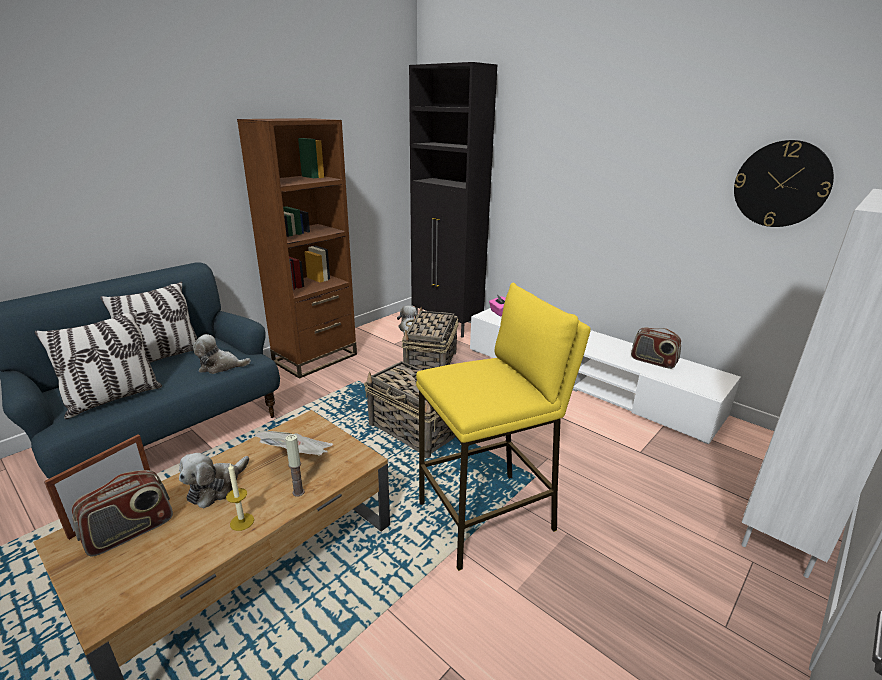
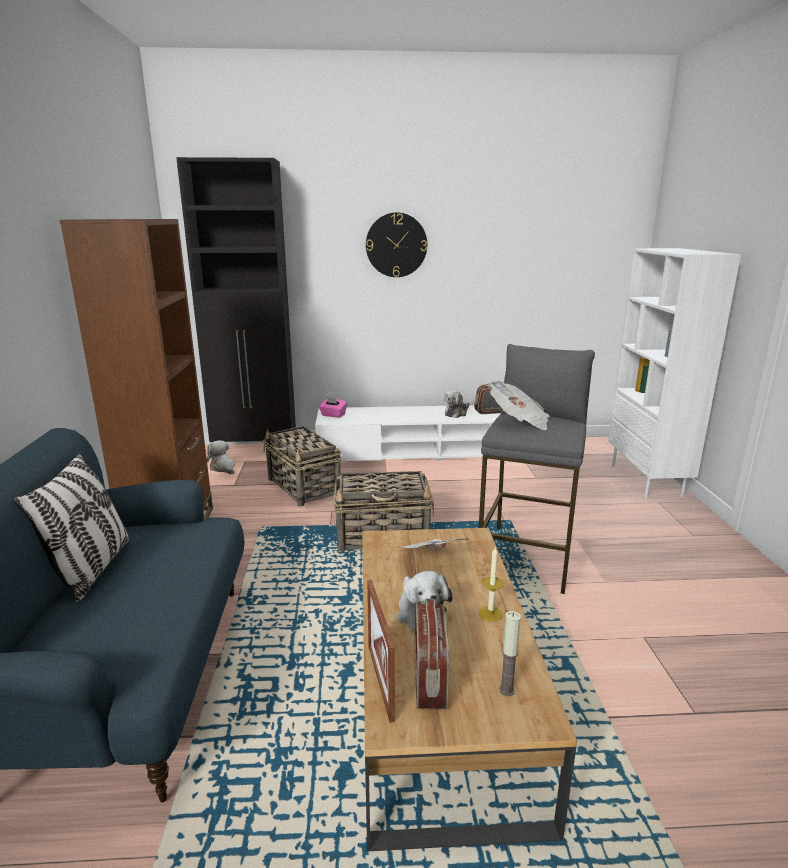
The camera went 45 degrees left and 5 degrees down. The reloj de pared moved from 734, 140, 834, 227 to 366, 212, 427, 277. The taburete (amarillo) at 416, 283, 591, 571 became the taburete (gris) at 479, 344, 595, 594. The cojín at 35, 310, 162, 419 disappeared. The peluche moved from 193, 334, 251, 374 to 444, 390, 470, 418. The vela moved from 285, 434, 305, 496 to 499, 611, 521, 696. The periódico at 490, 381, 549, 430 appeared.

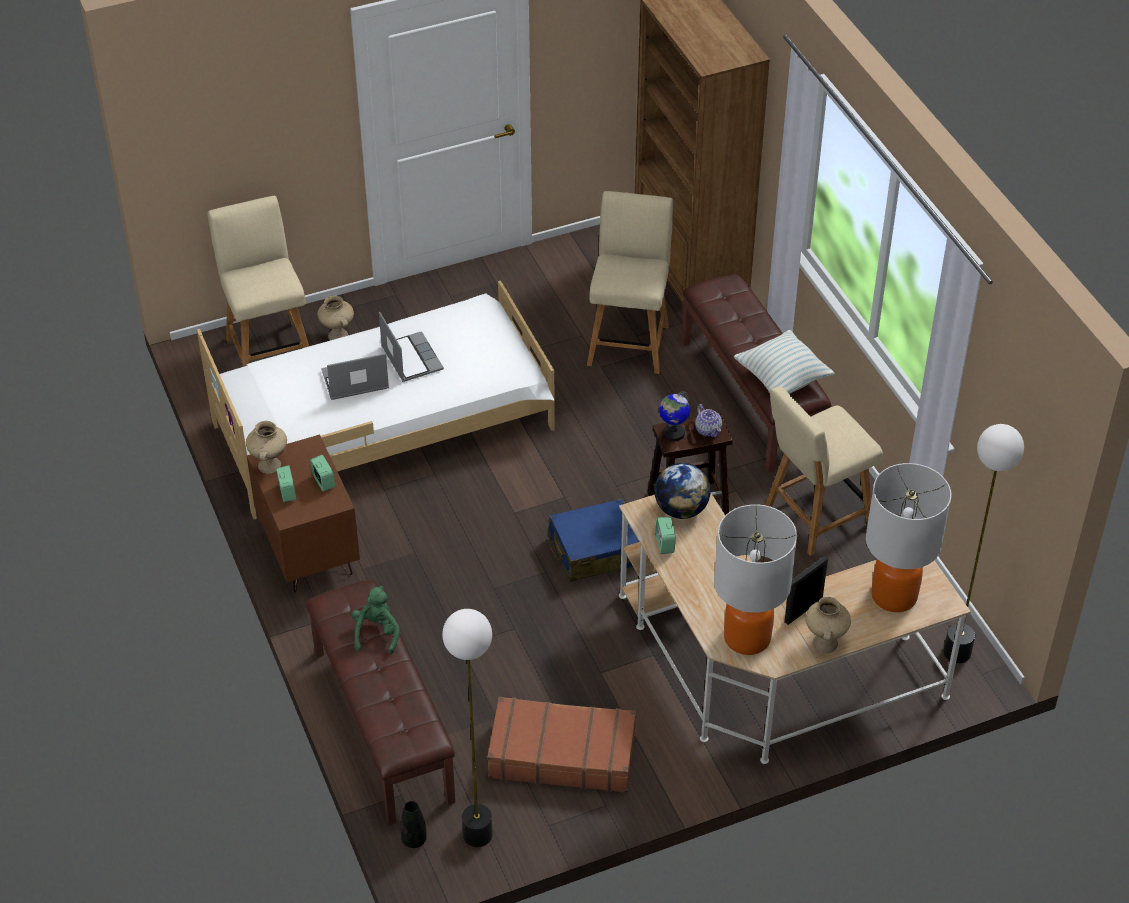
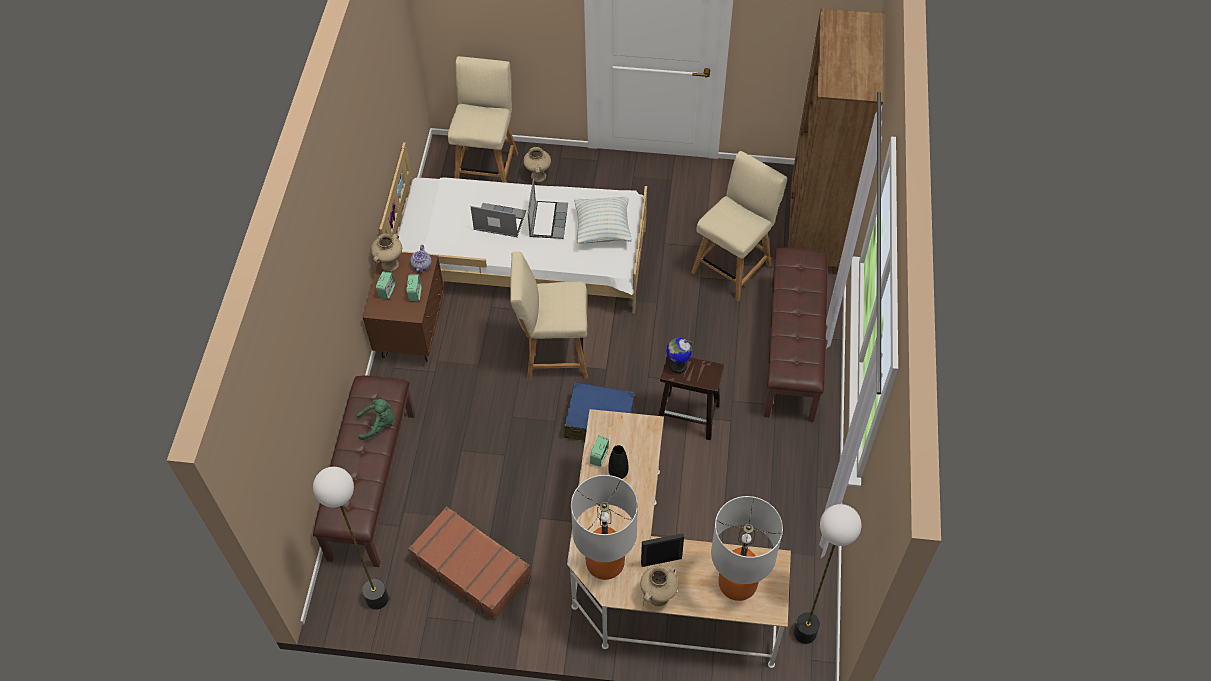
The camera went 30 degrees right and 10 degrees up. The cojín moved from 734, 330, 834, 394 to 574, 196, 632, 244. The silla (beis) moved from 765, 386, 883, 556 to 510, 252, 588, 380. The tetera moved from 695, 404, 722, 437 to 410, 245, 431, 273. The globo terráqueo at 654, 463, 711, 519 disappeared. The peluche (verde) at 352, 586, 400, 655 turned 45 degrees clockwise. The florero (negro) moved from 401, 801, 427, 848 to 608, 445, 628, 479.

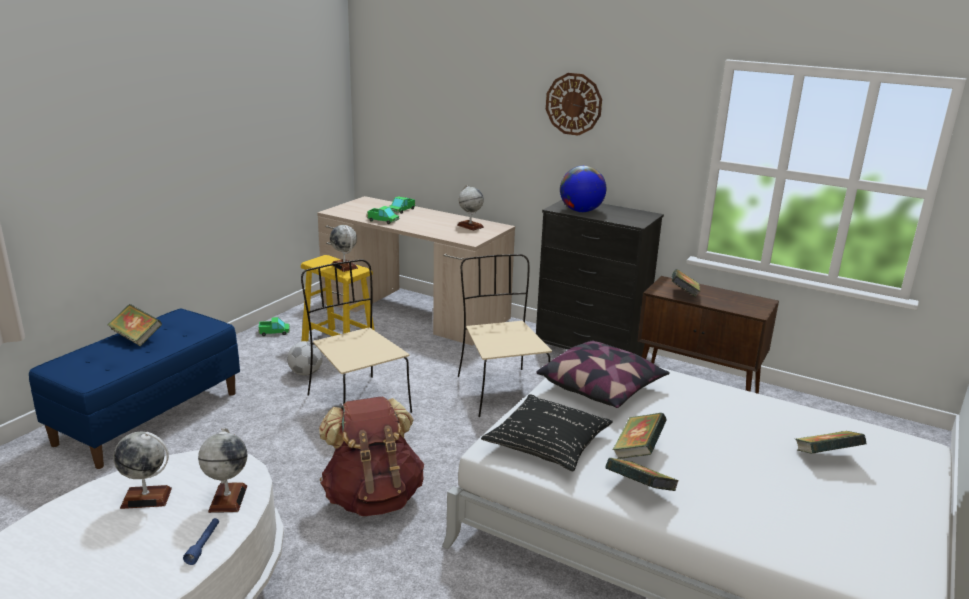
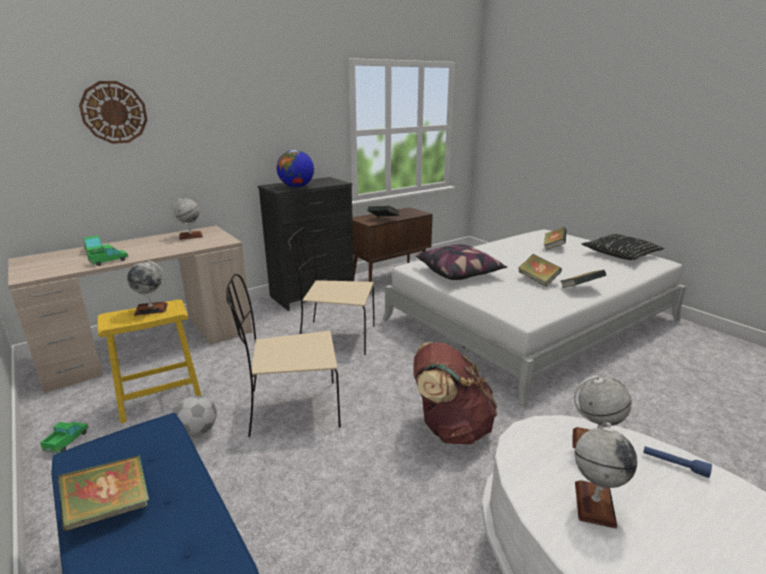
The camera went 65 degrees left and 0 degrees up. The reloj de pared moved from 546, 73, 602, 136 to 79, 81, 148, 144. The cojín (negro) moved from 481, 394, 613, 471 to 581, 234, 664, 260.

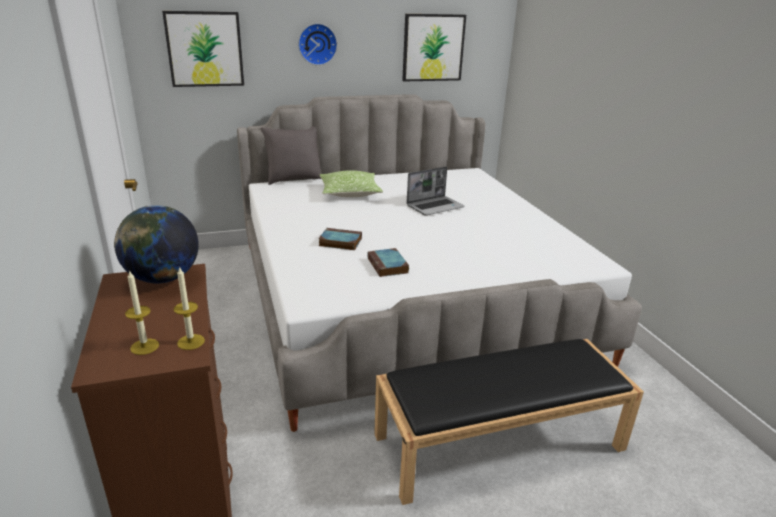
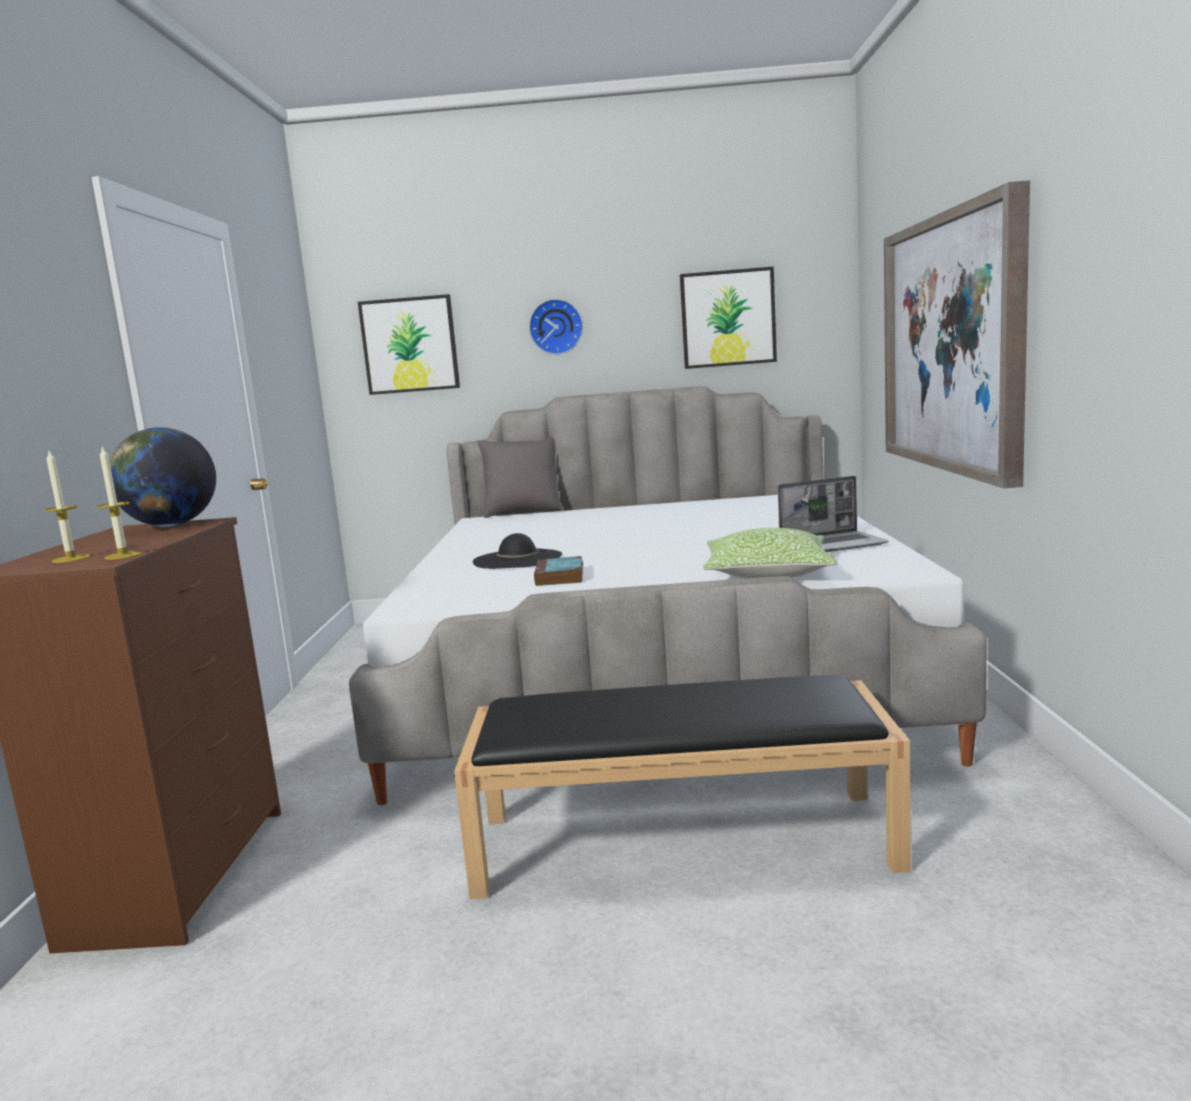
The camera went 20 degrees right and 15 degrees down. The portátil moved from 406, 166, 465, 215 to 778, 476, 888, 552. The cojín moved from 320, 170, 383, 197 to 703, 528, 838, 578. The libro at 318, 228, 362, 250 was replaced by the sombrero (negro) at 473, 533, 562, 569. The cuadro at 884, 180, 1030, 488 appeared.

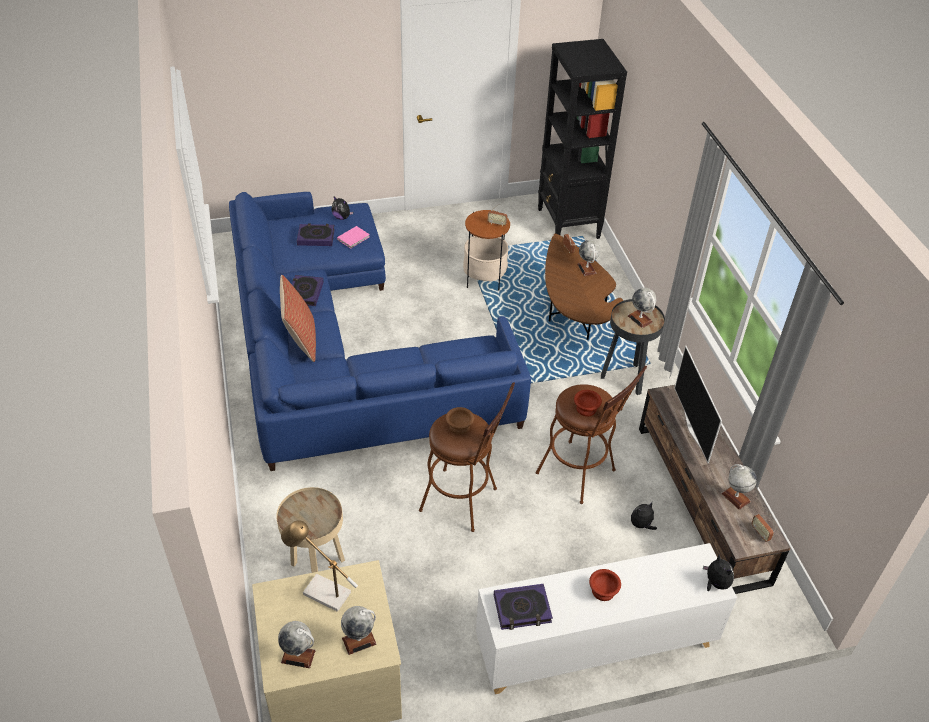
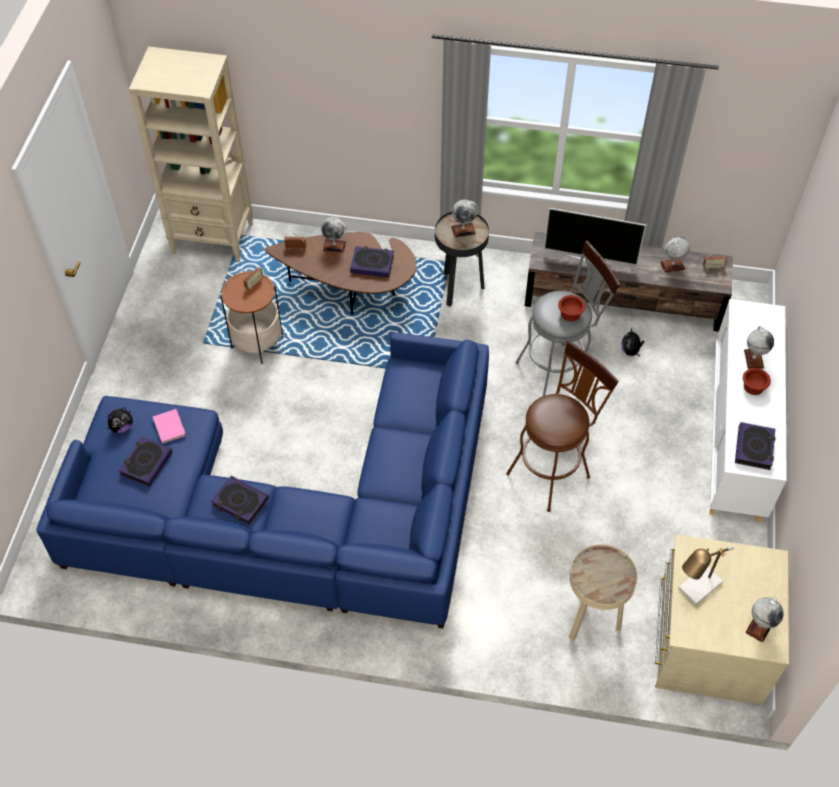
The camera went 65 degrees left and 10 degrees up. The estantería (negro) at 538, 39, 627, 239 became the estantería (beis) at 129, 47, 253, 262. The cojín at 280, 275, 316, 362 disappeared. The taburete (marrón) at 536, 366, 647, 504 became the taburete (gris) at 515, 241, 620, 397. The cuenco (marrón) at 446, 407, 474, 435 disappeared. The peluche at 703, 554, 734, 591 disappeared. The globo terráqueo moved from 341, 606, 376, 655 to 744, 326, 774, 369. The libro at 350, 246, 394, 278 appeared.

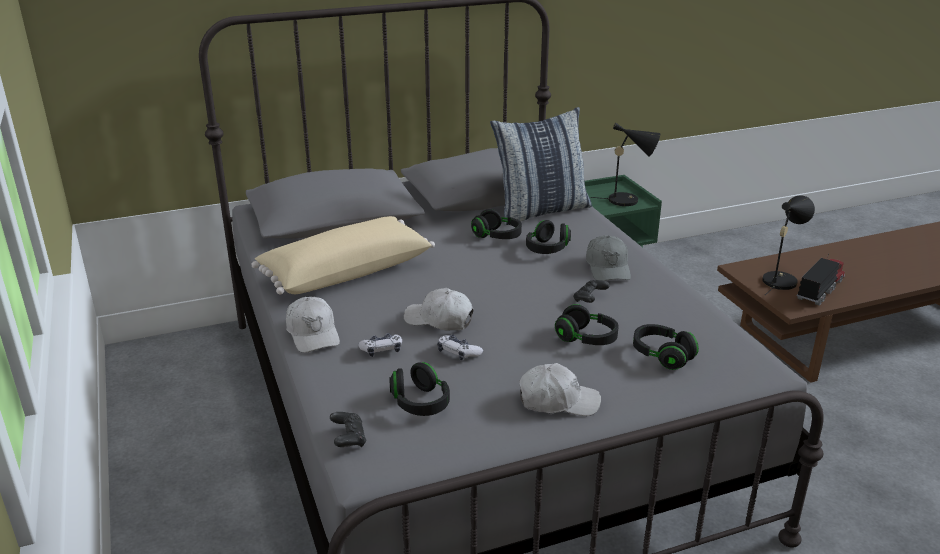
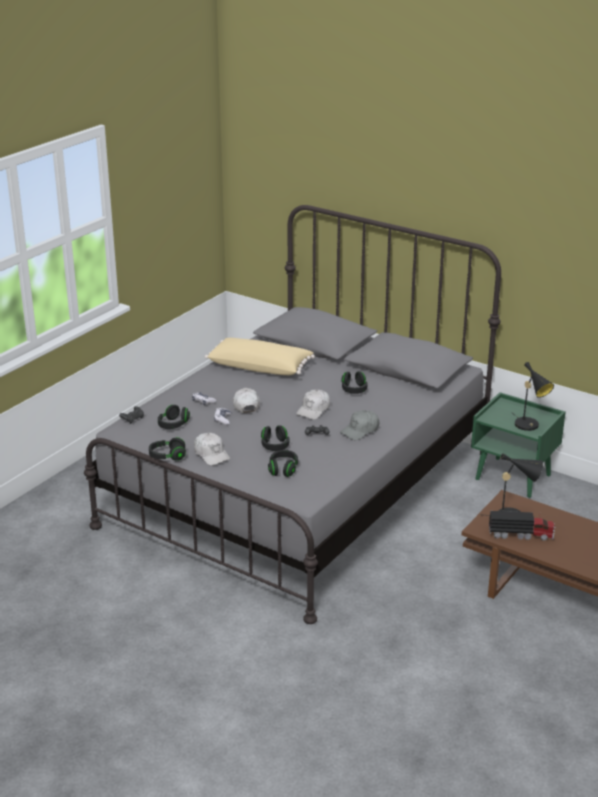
The camera went 55 degrees right and 0 degrees up. The cojín at 490, 107, 592, 225 disappeared. The auriculares (negro) moved from 526, 220, 571, 254 to 149, 437, 186, 461. The gorra (blanco) moved from 286, 297, 340, 353 to 296, 390, 330, 420.

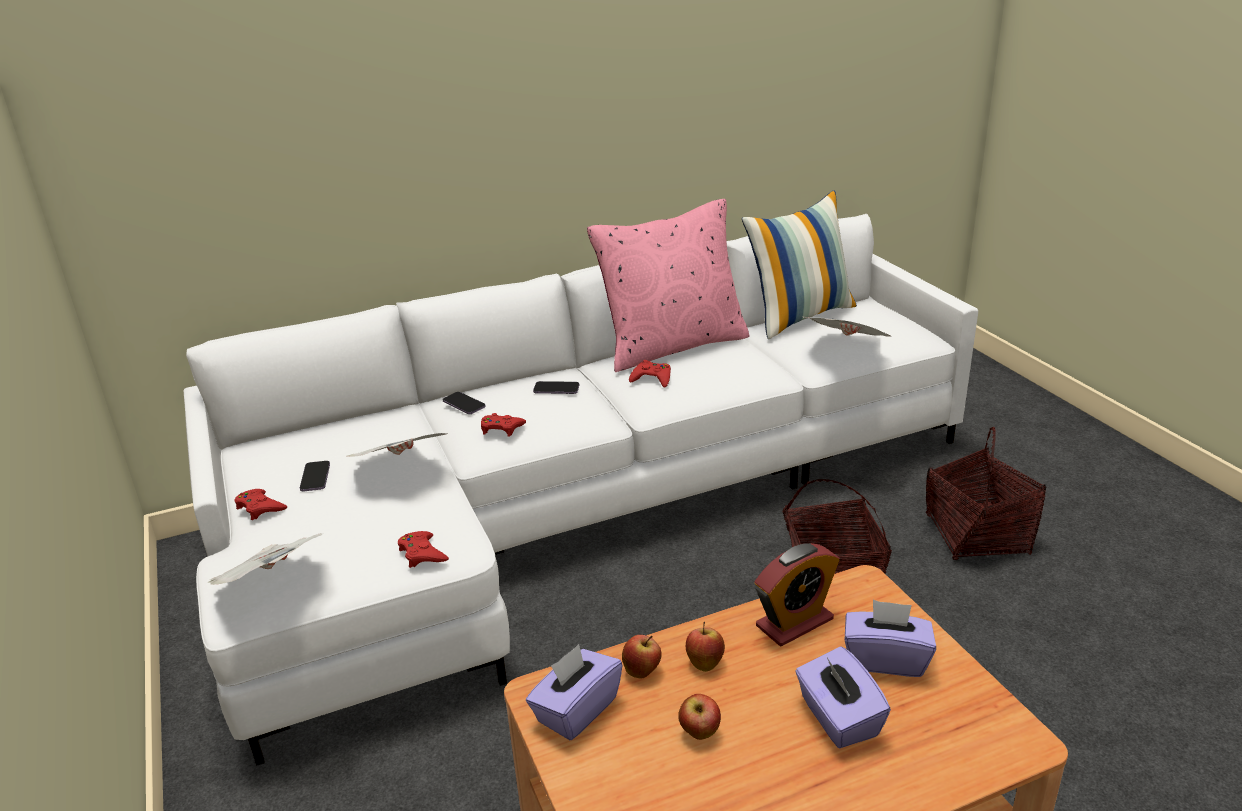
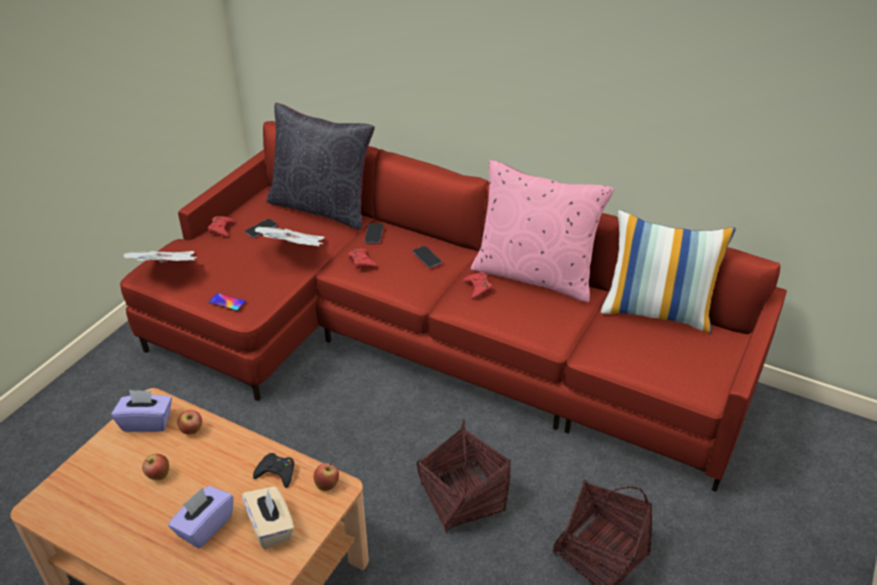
The camera went 50 degrees right and 10 degrees up. The sofá (blanco) at 183, 214, 978, 766 became the sofá (rojo) at 120, 121, 787, 492. The periódico at 804, 317, 892, 337 disappeared. The mando de consola (rojo) at 398, 531, 449, 568 was replaced by the móvil at 209, 293, 246, 311. The despertador at 754, 543, 840, 646 was replaced by the mando de consola (negro) at 253, 453, 294, 488. The caja de pañuelos (morado) at 845, 600, 936, 677 became the caja de pañuelos (beis) at 242, 486, 294, 549. The manzana moved from 686, 622, 725, 672 to 314, 463, 339, 491. The cojín (negro) at 266, 103, 375, 230 appeared.

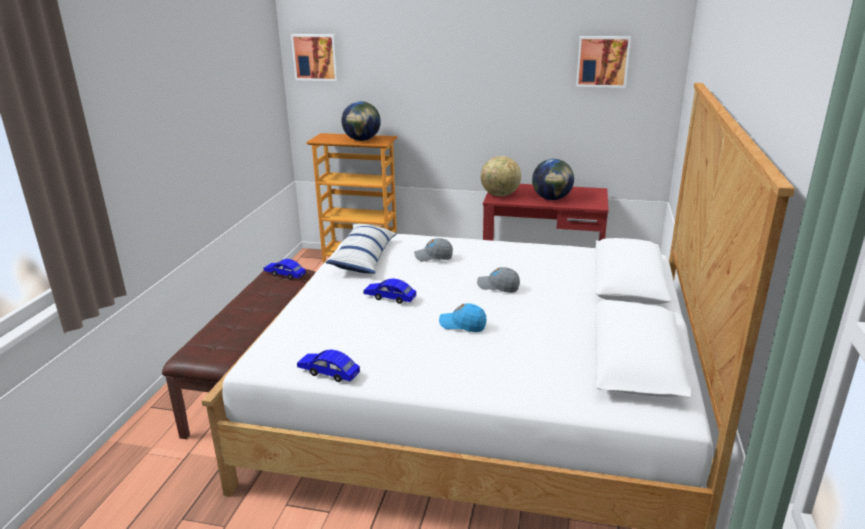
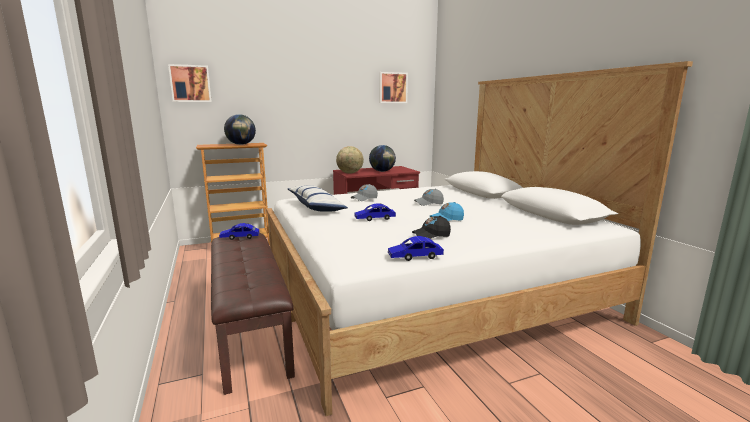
The camera went 35 degrees left and 10 degrees down. The gorra (negro) at 412, 216, 451, 239 appeared.

